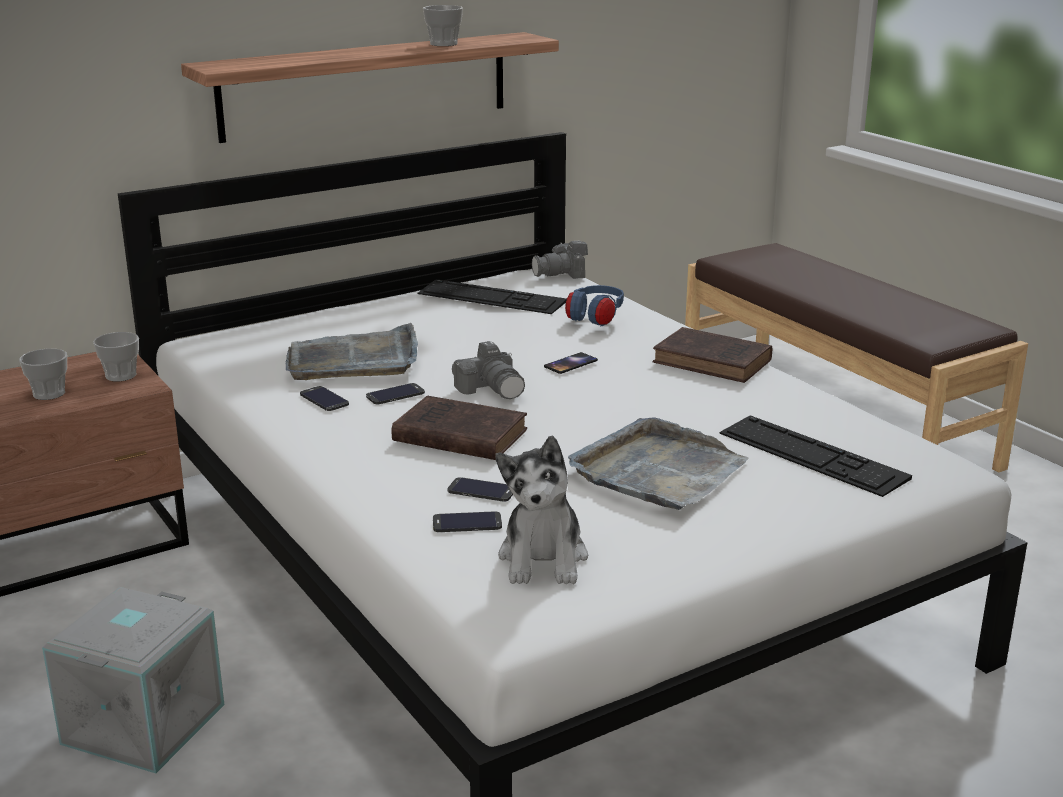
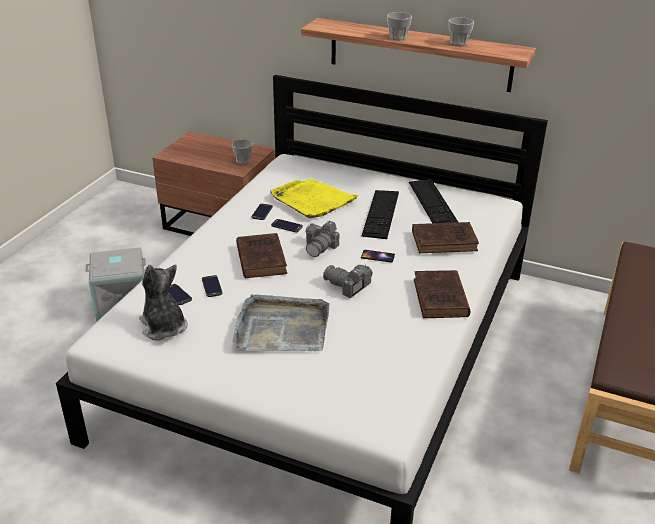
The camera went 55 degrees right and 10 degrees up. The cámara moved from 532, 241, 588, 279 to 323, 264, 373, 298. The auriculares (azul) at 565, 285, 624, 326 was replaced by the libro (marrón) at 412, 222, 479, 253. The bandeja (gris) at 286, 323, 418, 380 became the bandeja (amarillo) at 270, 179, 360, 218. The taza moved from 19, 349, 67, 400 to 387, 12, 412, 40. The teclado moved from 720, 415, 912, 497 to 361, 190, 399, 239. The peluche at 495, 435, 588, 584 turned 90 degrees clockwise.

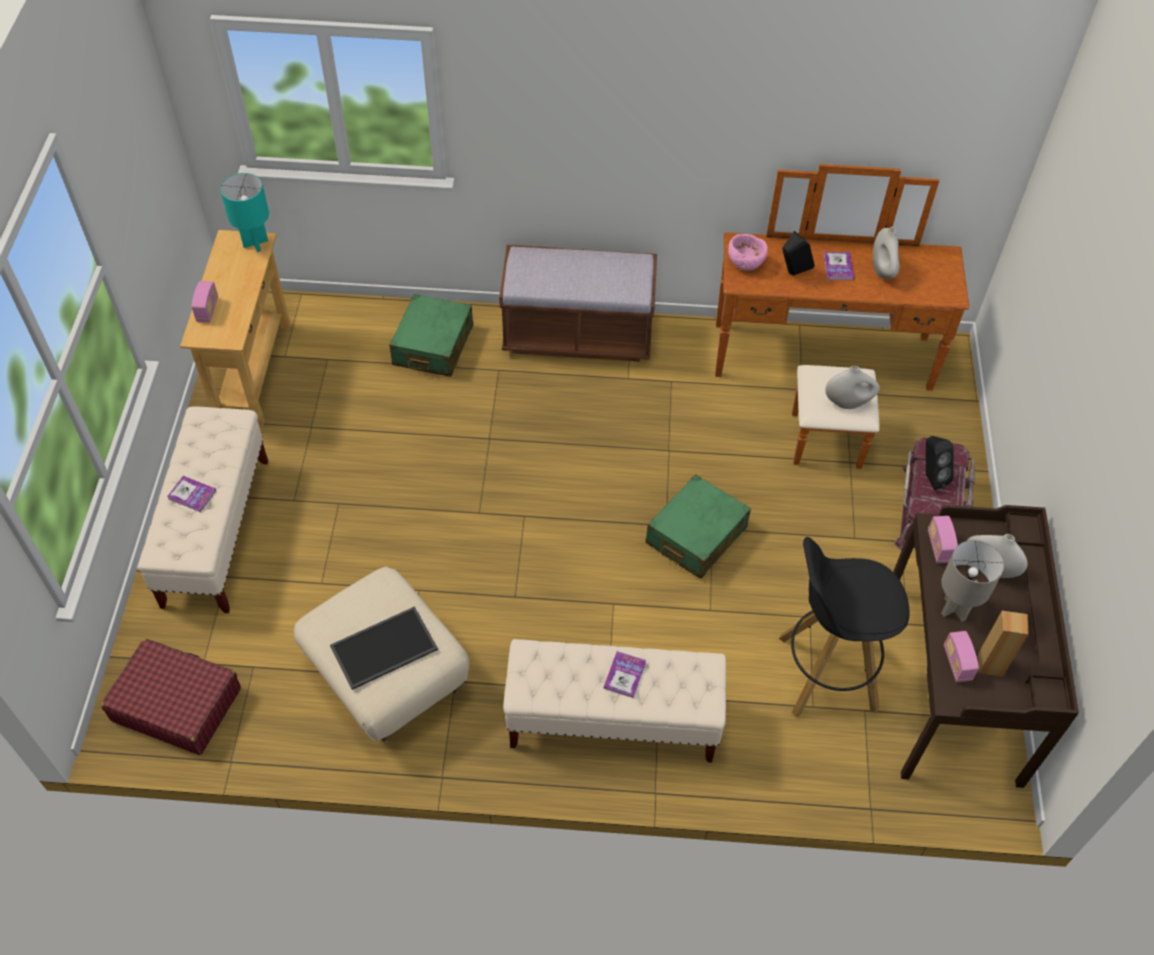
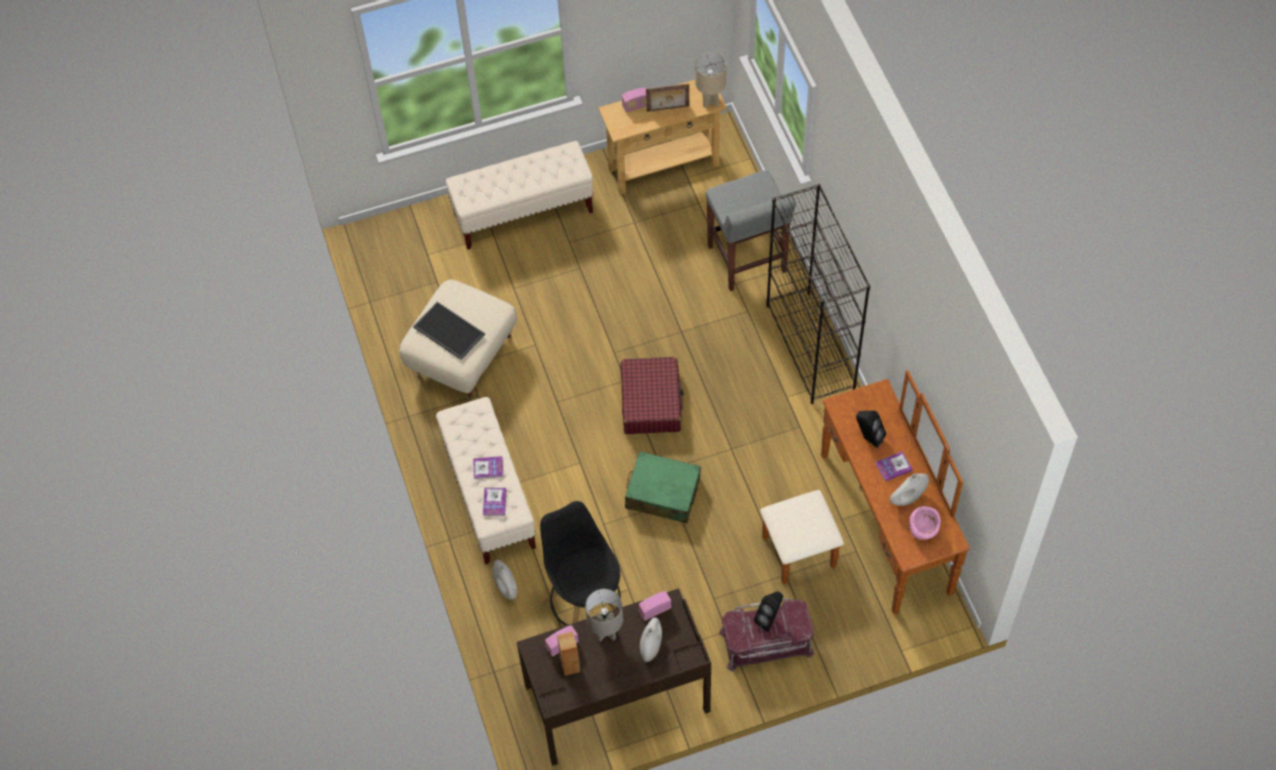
The camera went 70 degrees right and 5 degrees up. The lámpara de mesa (turquesa) at 220, 173, 269, 252 became the lámpara de mesa (beis) at 695, 52, 727, 108. The cuenco (rosa) moved from 728, 234, 768, 271 to 909, 506, 941, 540. The banco (marrón) at 499, 245, 657, 362 was replaced by the estantería (negro) at 766, 184, 870, 404. The maleta (verde) at 389, 294, 473, 377 was replaced by the taburete (gris) at 706, 170, 796, 291. The florero (blanco) moved from 825, 366, 880, 409 to 493, 559, 517, 600. The libro moved from 167, 476, 216, 512 to 483, 488, 507, 516. The maleta (rojo) moved from 101, 639, 241, 755 to 620, 357, 684, 434. The portarretratos at 646, 84, 689, 112 appeared.

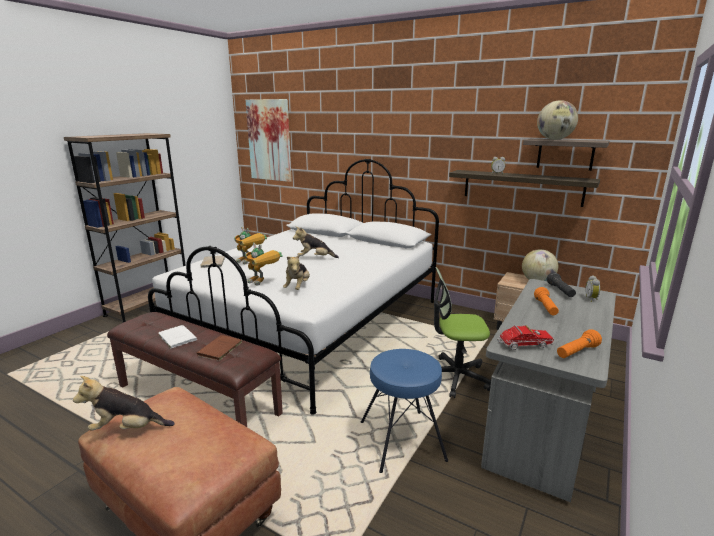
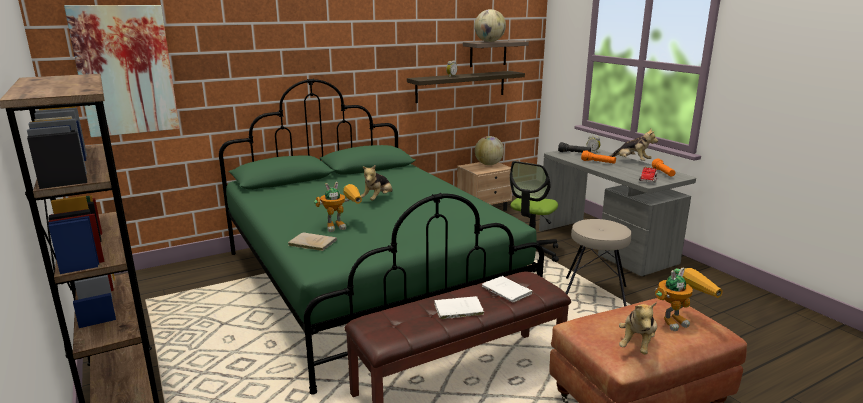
The camera went 60 degrees left and 0 degrees up. The cama (blanco) at 148, 159, 439, 415 became the cama (verde) at 219, 79, 544, 395. The robot de juguete moved from 245, 243, 283, 286 to 655, 268, 723, 331. The peluche moved from 283, 254, 310, 290 to 610, 129, 658, 161. The libro (marrón) at 197, 335, 242, 361 became the libro (blanco) at 482, 276, 533, 303. The taburete (azul) at 361, 349, 448, 473 became the taburete (beis) at 566, 219, 631, 307.

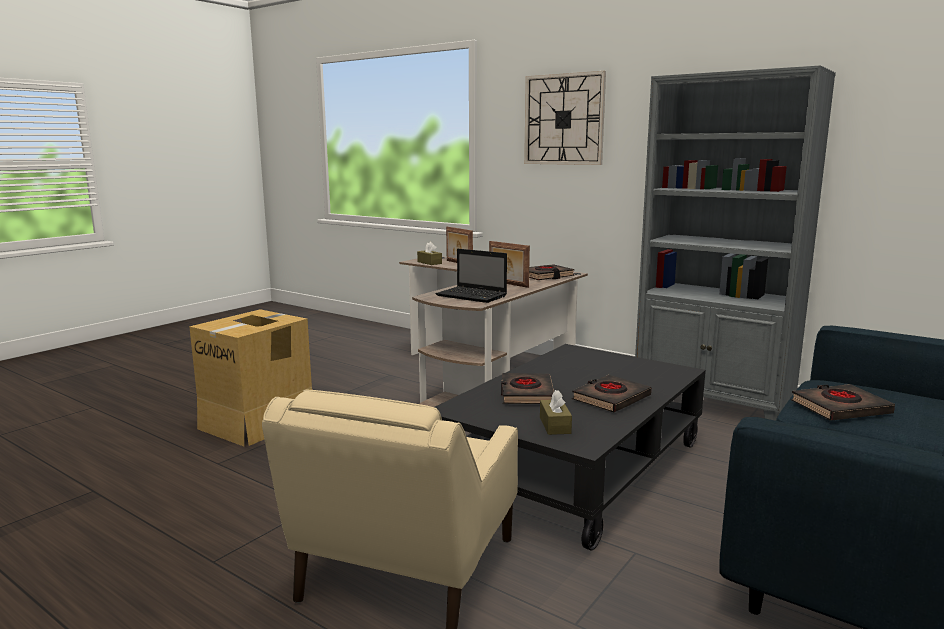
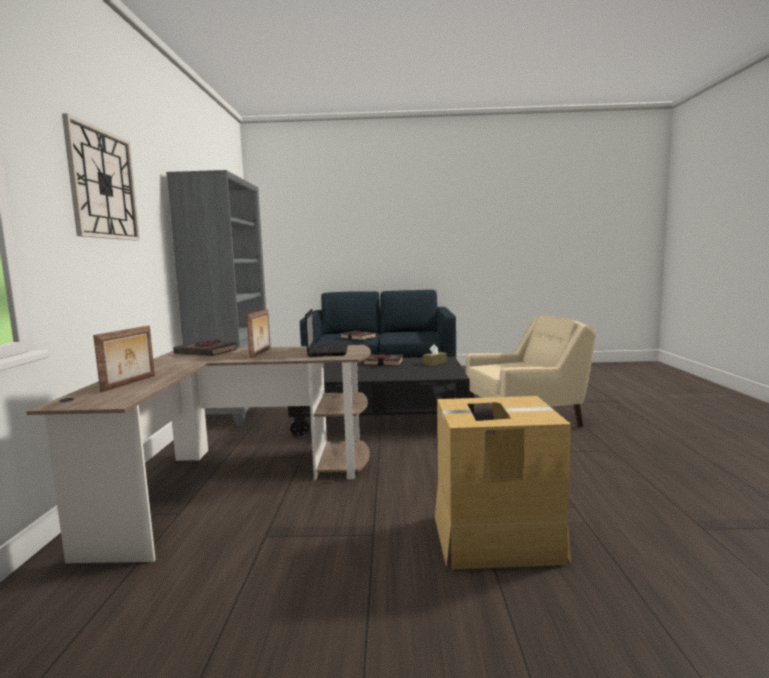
The camera went 125 degrees left and 5 degrees down. The caja de pañuelos (marrón) at 417, 242, 442, 265 disappeared. The libro (negro) at 501, 373, 554, 404 disappeared.

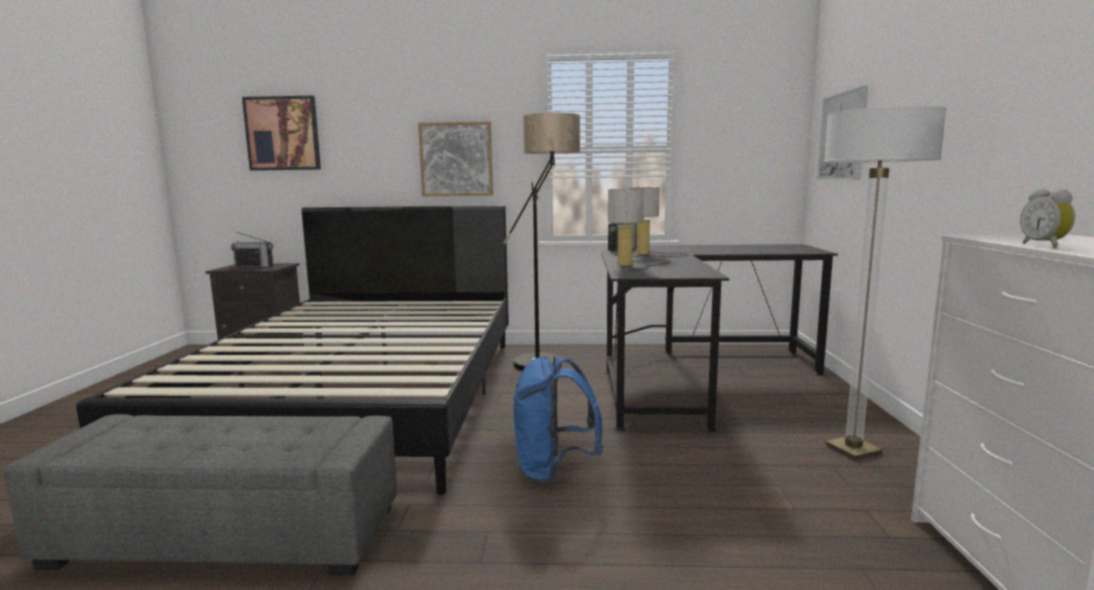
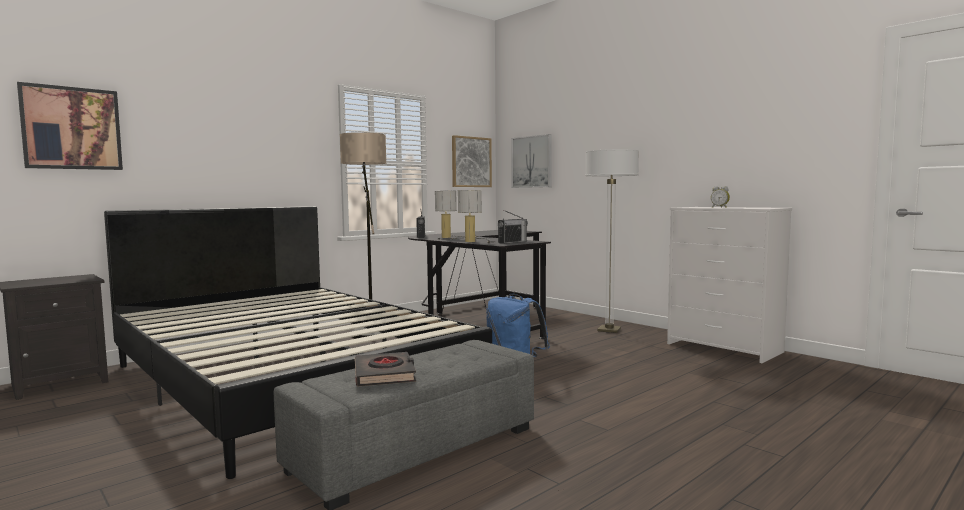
The camera went 45 degrees left and 5 degrees down. The cuadro moved from 418, 121, 493, 196 to 452, 135, 492, 187. The radio moved from 231, 232, 273, 268 to 498, 210, 528, 244. The libro (negro) at 355, 352, 416, 386 appeared.

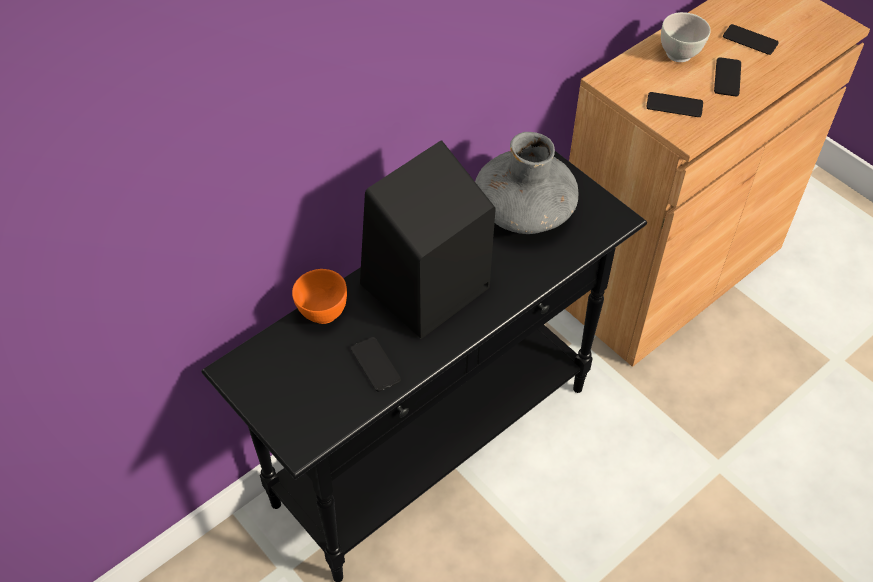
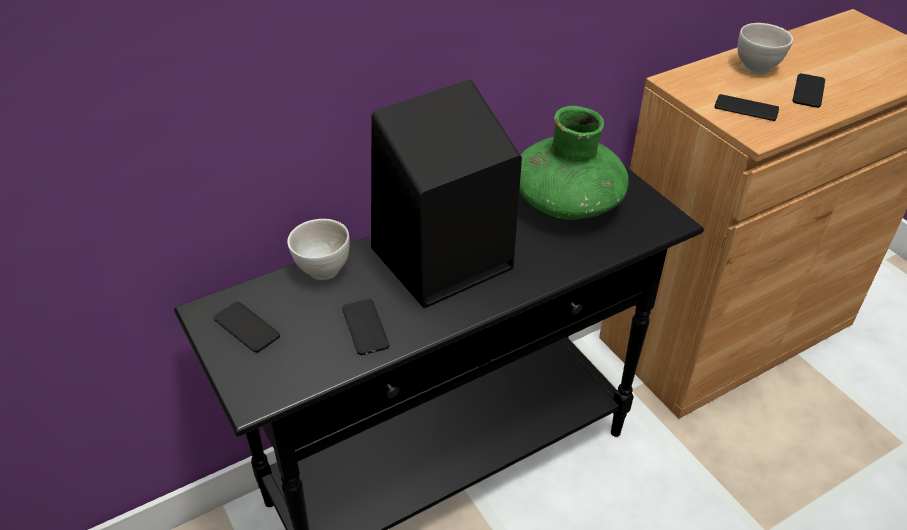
The camera went 10 degrees right and 10 degrees down. The móvil moved from 723, 24, 779, 55 to 214, 301, 280, 353. The florero (gris) at 475, 132, 578, 234 became the florero (verde) at 519, 106, 629, 220. The cuenco (naranja) at 292, 269, 347, 324 became the cuenco (blanco) at 287, 219, 350, 280.

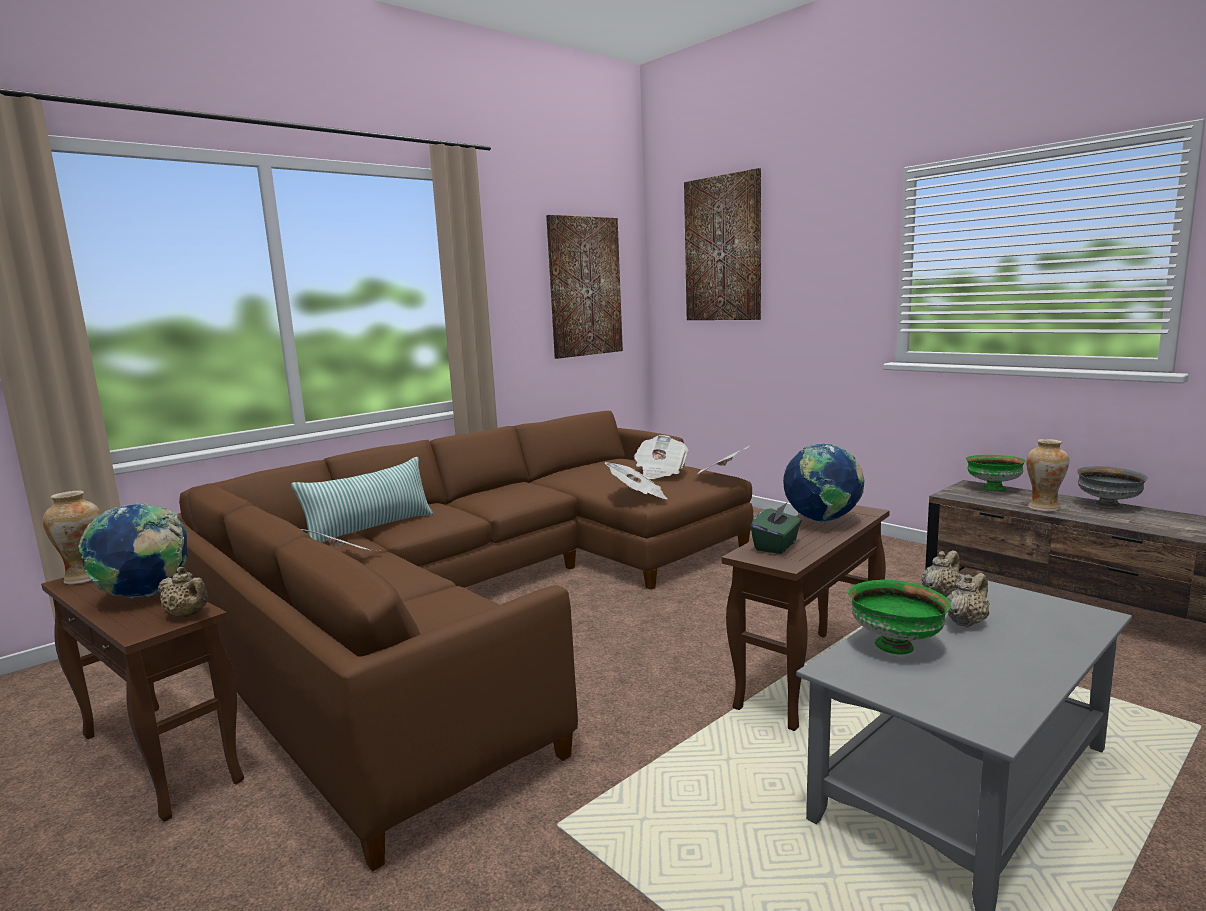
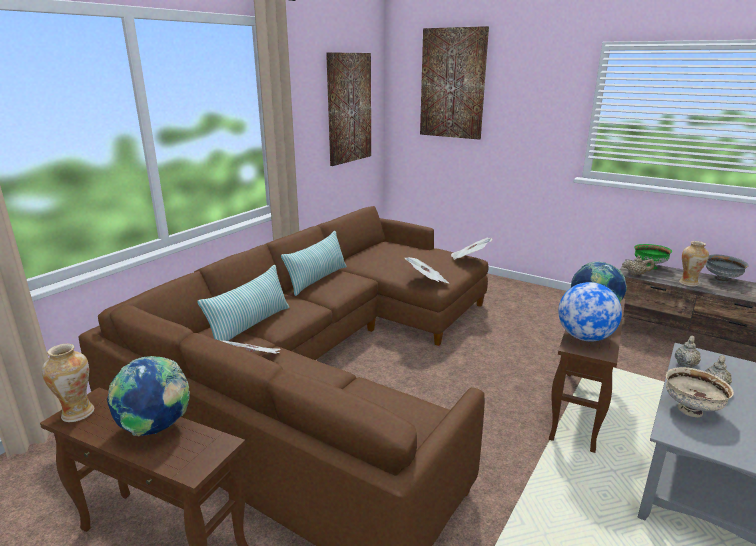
The camera went 15 degrees left and 10 degrees up. The periódico at 634, 435, 688, 479 disappeared. The caja de pañuelos (verde) at 751, 503, 801, 554 was replaced by the globo terráqueo at 558, 282, 622, 342. The tetera (beis) moved from 158, 567, 208, 617 to 622, 255, 655, 276. The cuenco (verde) at 848, 580, 951, 655 became the cuenco (beis) at 666, 367, 734, 417. The cojín at 281, 231, 347, 296 appeared.

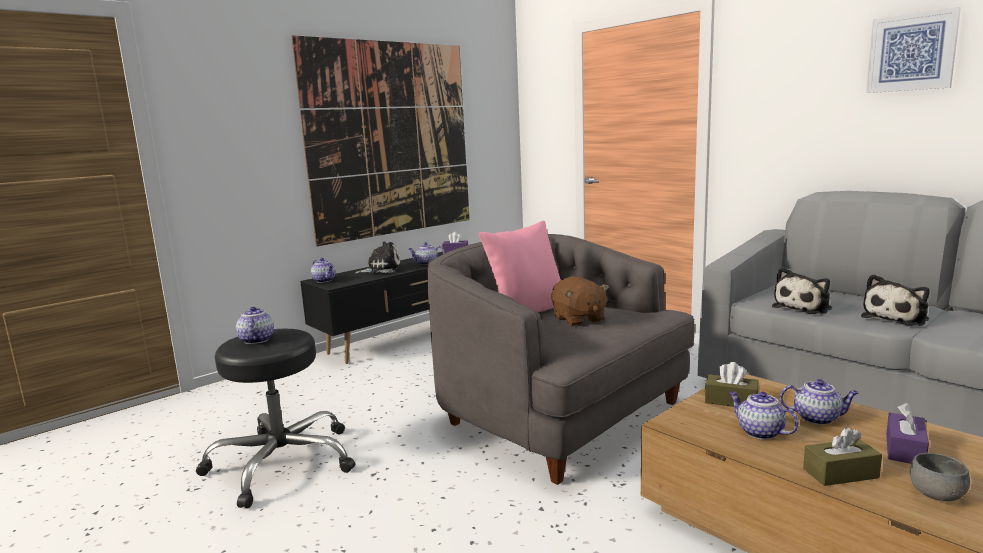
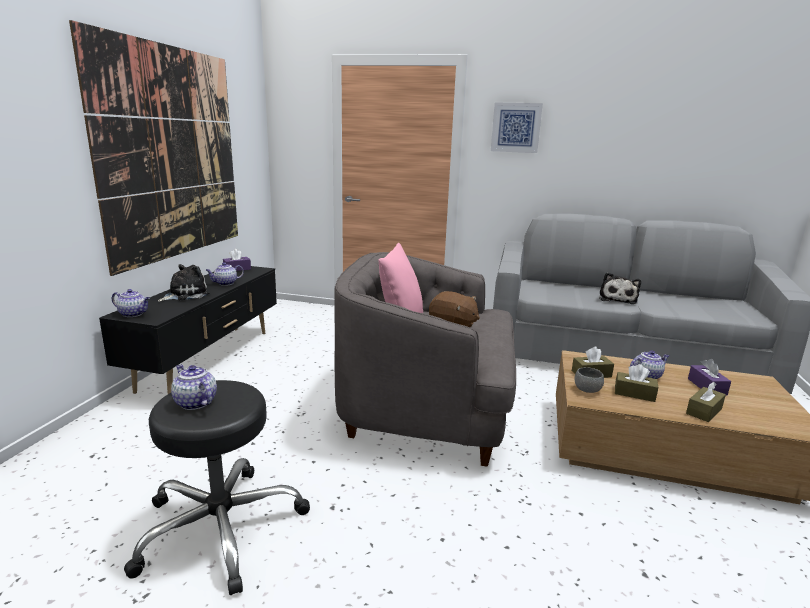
The camera went 35 degrees left and 5 degrees up. The cuadro moved from 866, 7, 961, 93 to 491, 102, 543, 153. The peluche at 772, 268, 832, 314 disappeared. The tetera at 729, 391, 799, 440 was replaced by the caja de pañuelos (marrón) at 615, 364, 658, 402. The cuenco (gris) moved from 910, 453, 970, 501 to 575, 367, 604, 393.

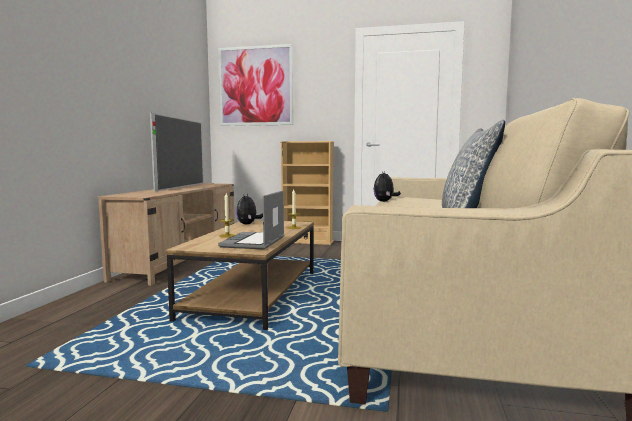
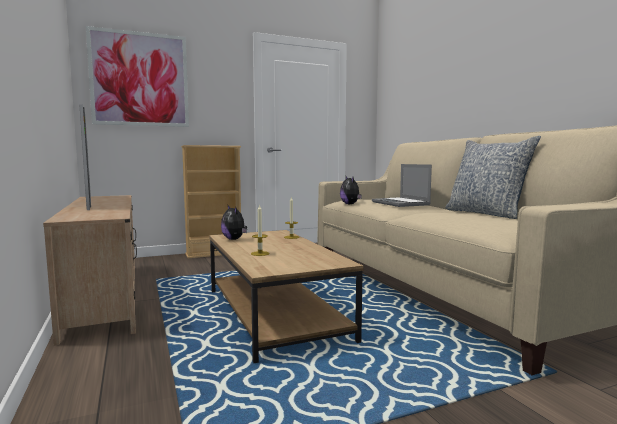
The camera went 35 degrees left and 0 degrees up. The portátil moved from 218, 190, 284, 250 to 372, 164, 432, 207.

